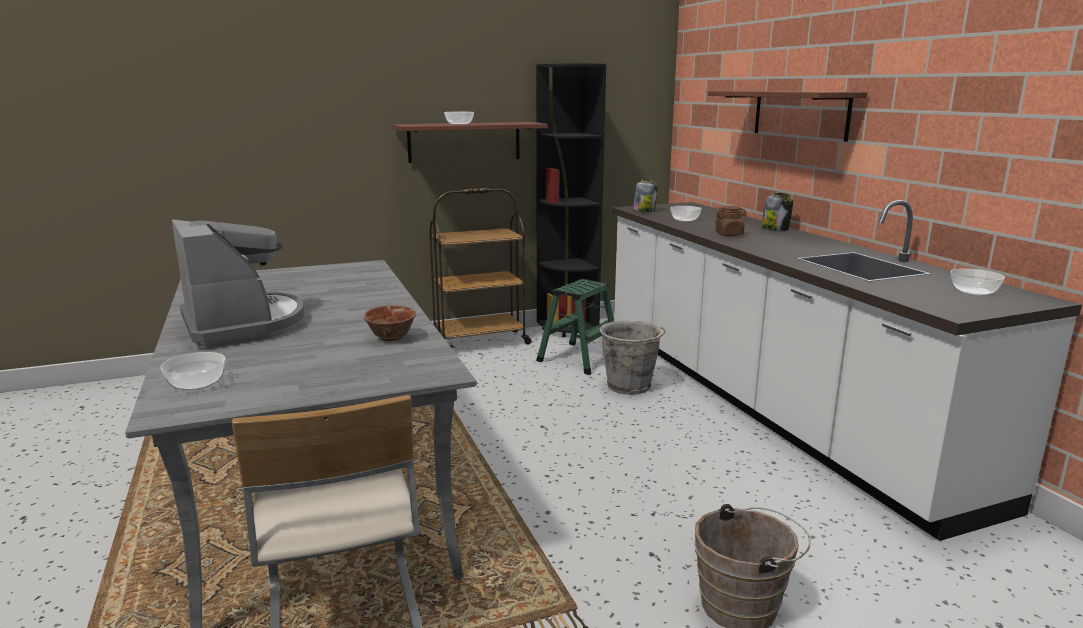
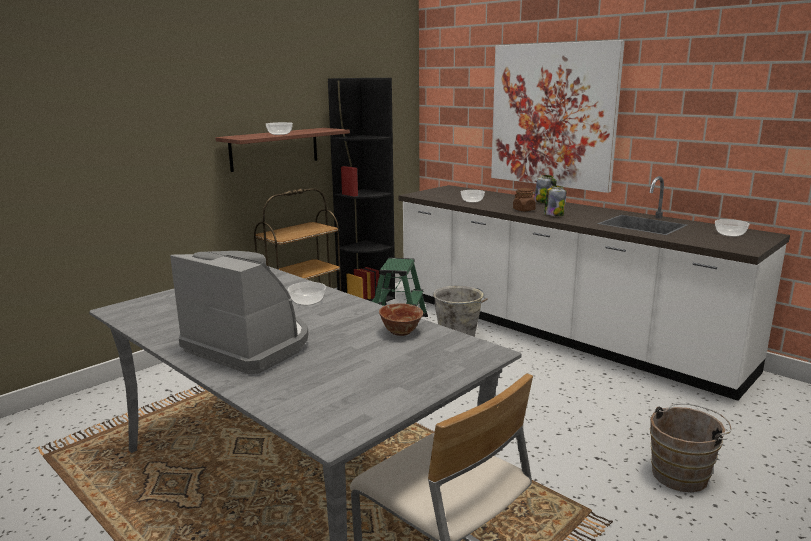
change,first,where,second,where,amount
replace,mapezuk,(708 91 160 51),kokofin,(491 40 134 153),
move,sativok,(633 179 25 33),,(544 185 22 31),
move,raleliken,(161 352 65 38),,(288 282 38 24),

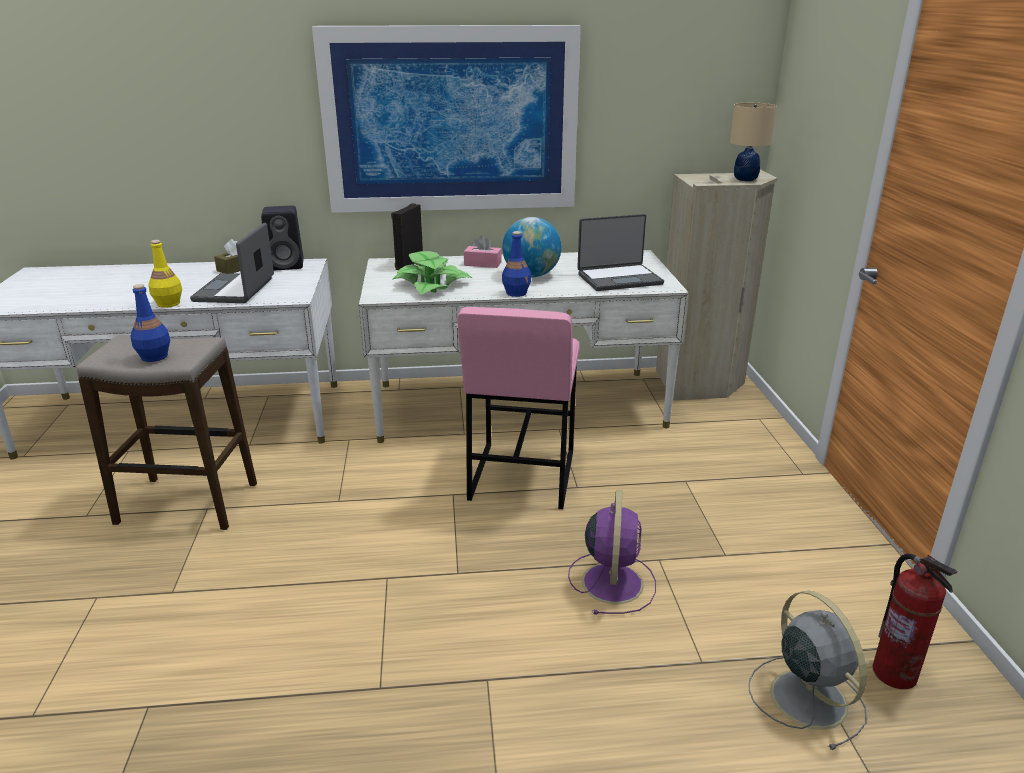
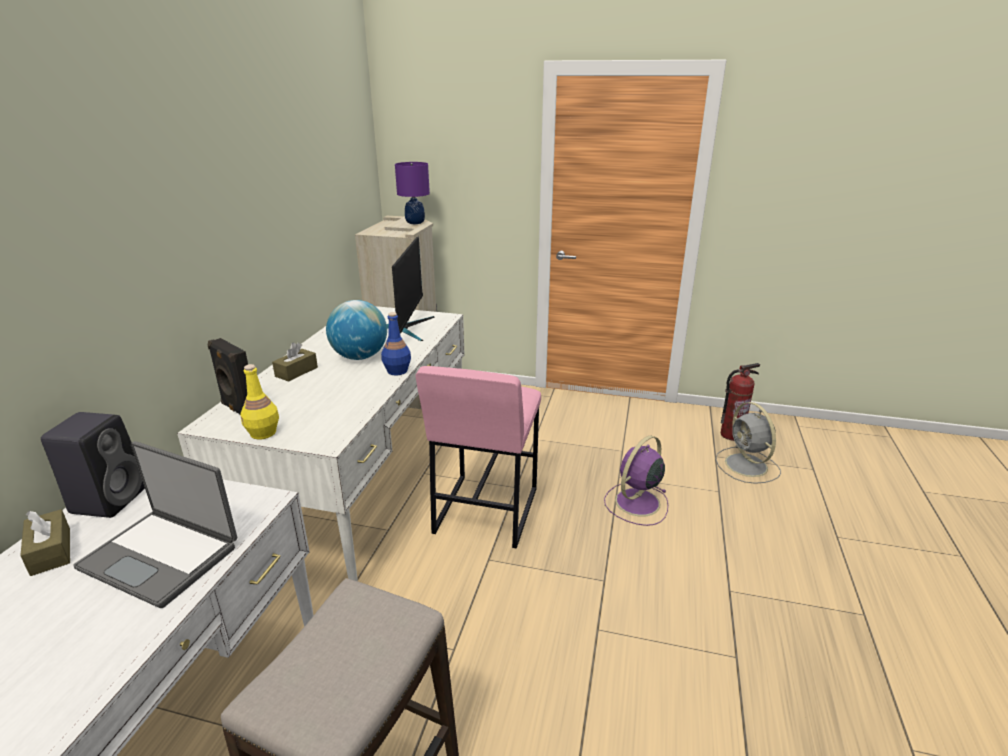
change,first,where,second,where,amount
delete,kokofin,(312 25 269 188),,,
recolor,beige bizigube,(730 103 47 78),purple bizigube,(395 162 35 62),
replace,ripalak,(577 214 87 77),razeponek,(387 237 48 104),
recolor,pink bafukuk,(464 236 38 32),brown bafukuk,(272 343 46 39),
move,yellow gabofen,(148 240 34 68),,(240 364 39 76),
delete,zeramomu,(392 251 80 44),,,
delete,blue gabofen,(130 284 40 78),,,
rotate,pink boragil,(457 307 123 202),,(416 366 125 182),75 degrees clockwise
rotate,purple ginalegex,(568 490 88 125),,(604 436 64 90),75 degrees counterclockwise
rotate,grey ginalegex,(749 591 118 159),,(715 402 66 82),105 degrees counterclockwise

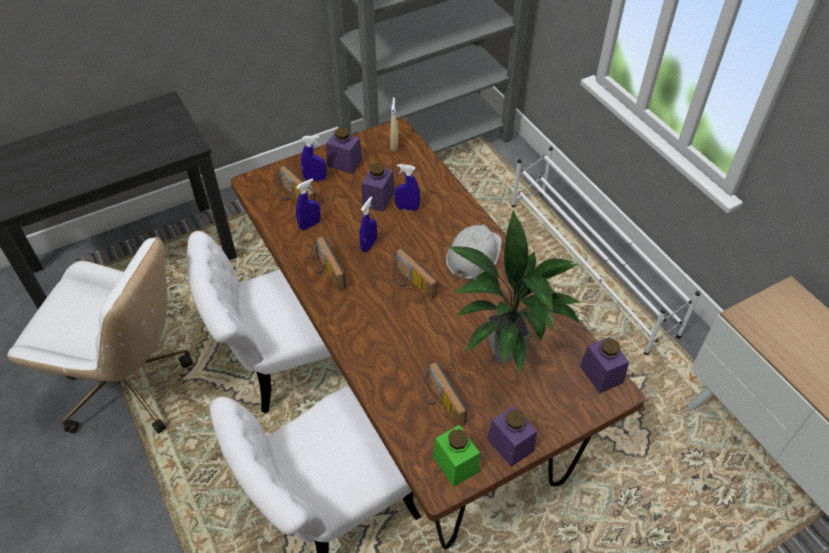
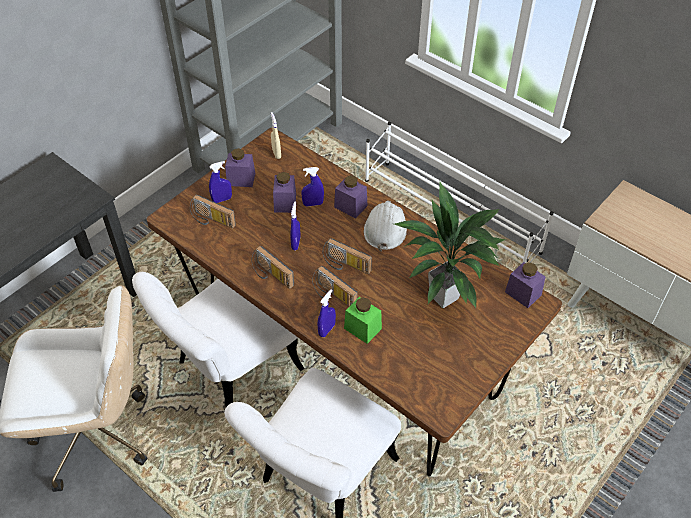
change,first,where,second,where,amount
move,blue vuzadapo,(296 178 25 52),,(318 289 18 48),
move,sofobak,(421 362 46 65),,(312 266 46 40),
move,purple sativok,(487 406 50 61),,(334 176 33 42),
move,green sativok,(433 425 47 62),,(344 297 38 47),

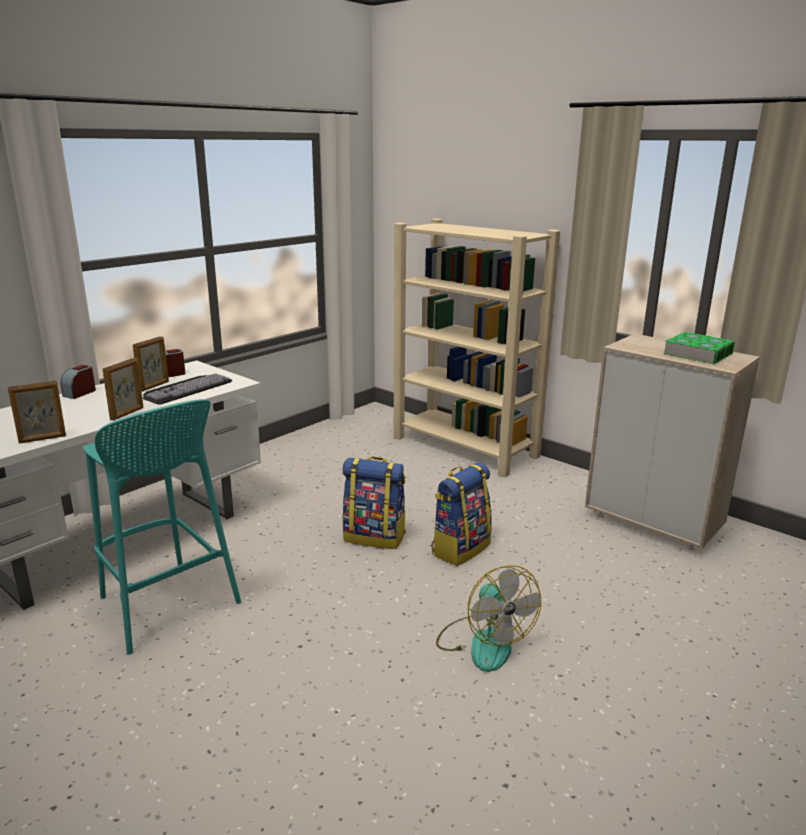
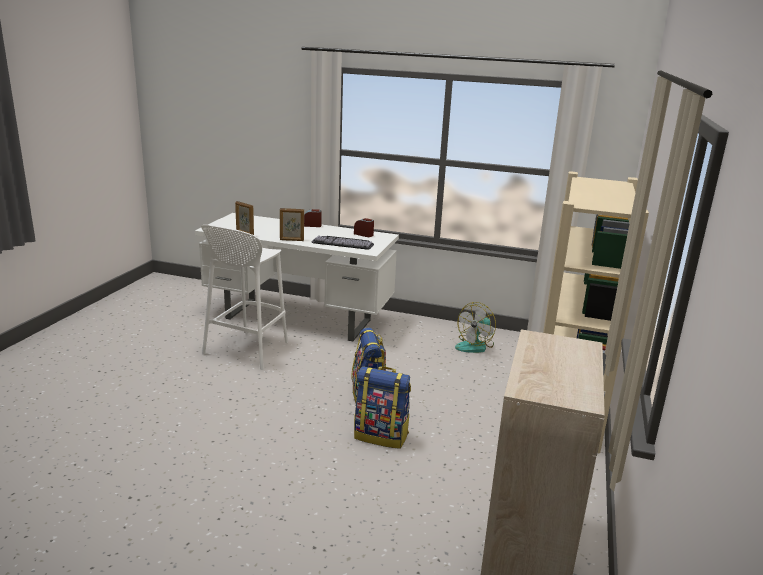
change,first,where,second,where,amount
delete,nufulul,(663 332 72 32),,,
delete,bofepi,(133 336 36 56),,,
recolor,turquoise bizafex,(83 399 158 256),white bizafex,(201 225 87 145),
move,ginalegex,(436 565 105 107),,(455 302 41 51),

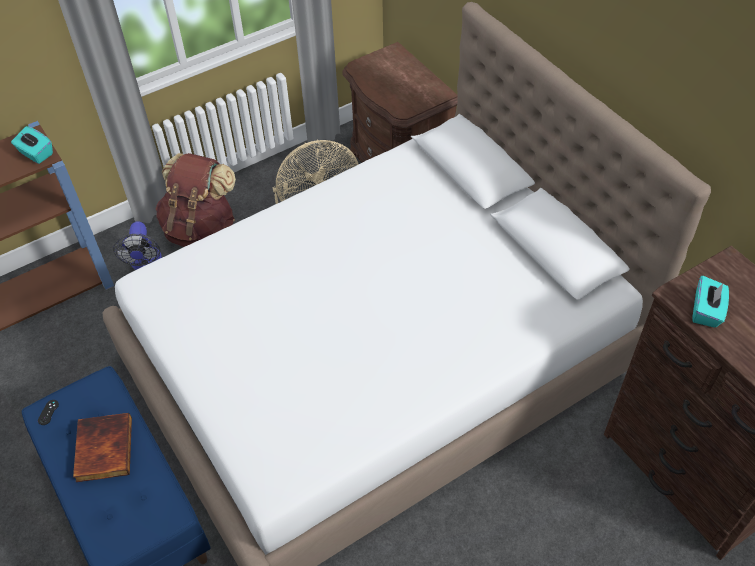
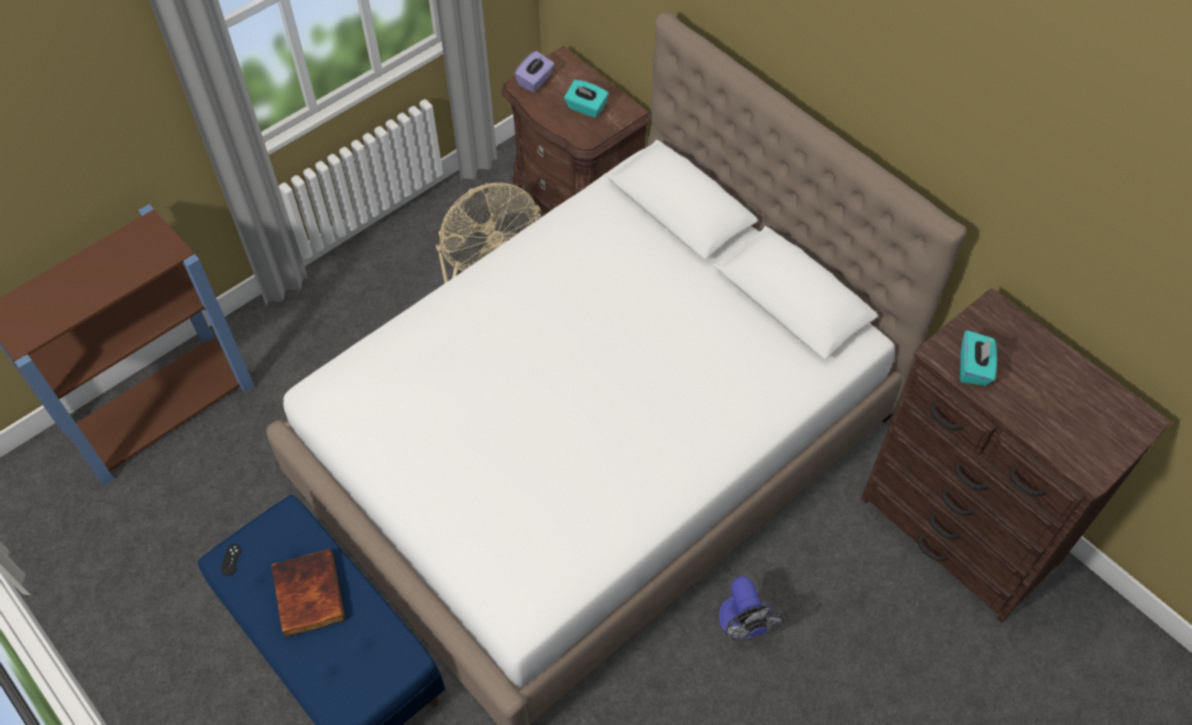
change,first,where,second,where,amount
move,turquoise bafukuk,(11 126 42 38),,(564 80 45 38),
delete,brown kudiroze,(156 153 80 94),,,
move,ginalegex,(113 221 49 49),,(719 576 67 65),
insert,,,purple bafukuk,(514 51 40 42),

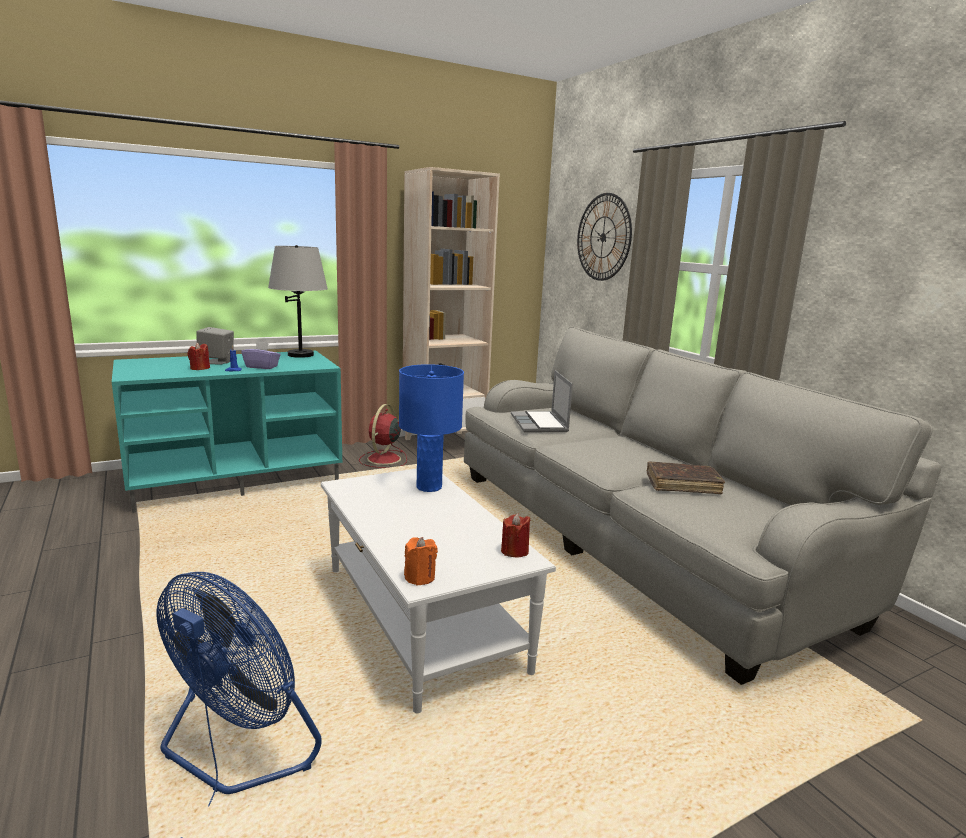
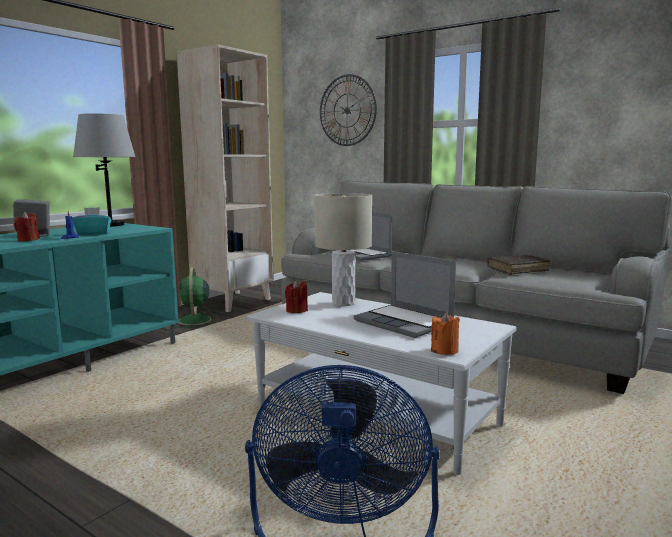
change,first,where,second,where,amount
recolor,purple bafukuk,(241 341 39 28),turquoise bafukuk,(72 207 39 28),
recolor,blue bizigube,(399 364 65 128),beige bizigube,(315 193 57 113),
recolor,red ginalegex,(359 404 48 64),green ginalegex,(175 267 44 61),
move,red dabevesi,(501 514 29 43),,(285 280 23 34),
insert,,,ripalak,(354 251 102 87),

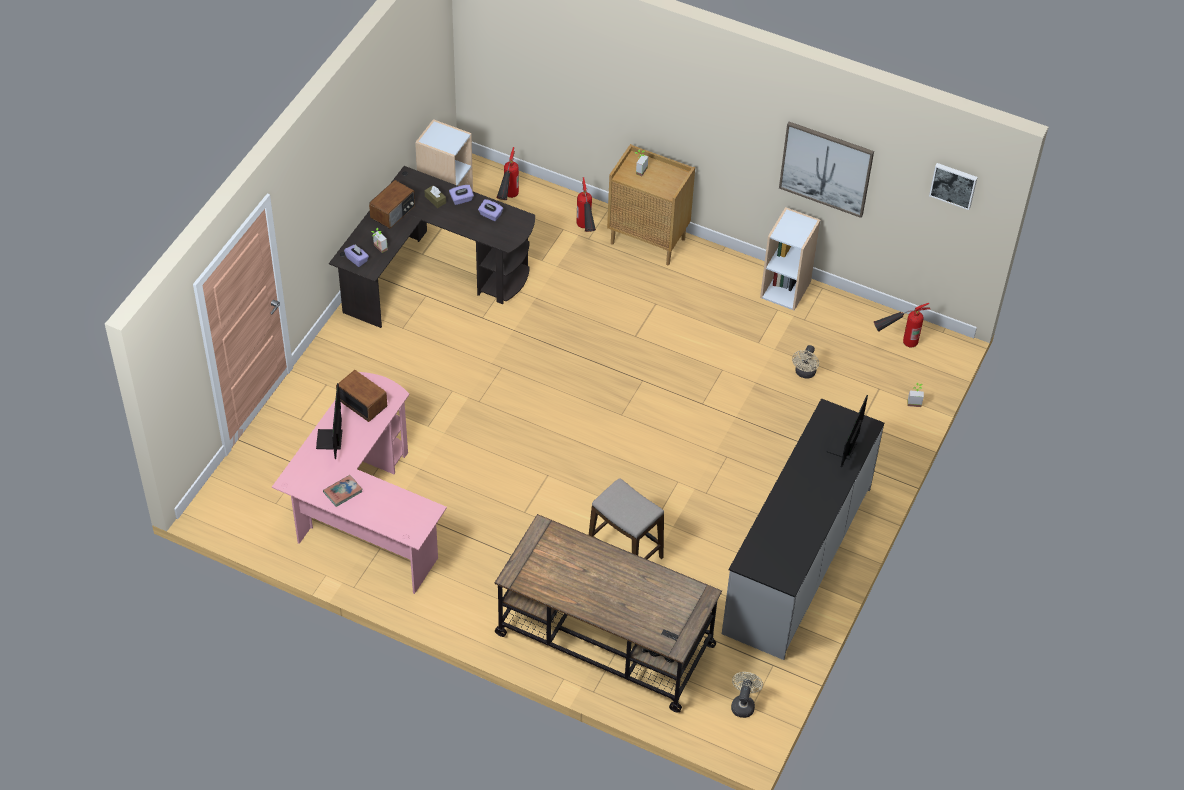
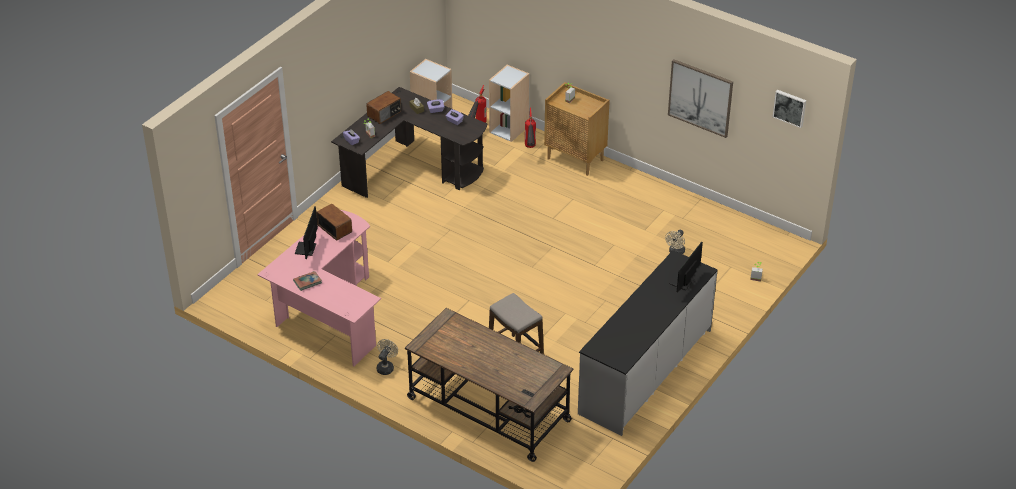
change,first,where,second,where,amount
move,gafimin,(760 207 61 104),,(489 65 41 77),
delete,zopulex,(874 303 56 44),,,
move,beige ginalegex,(731 672 32 46),,(377 339 21 36),

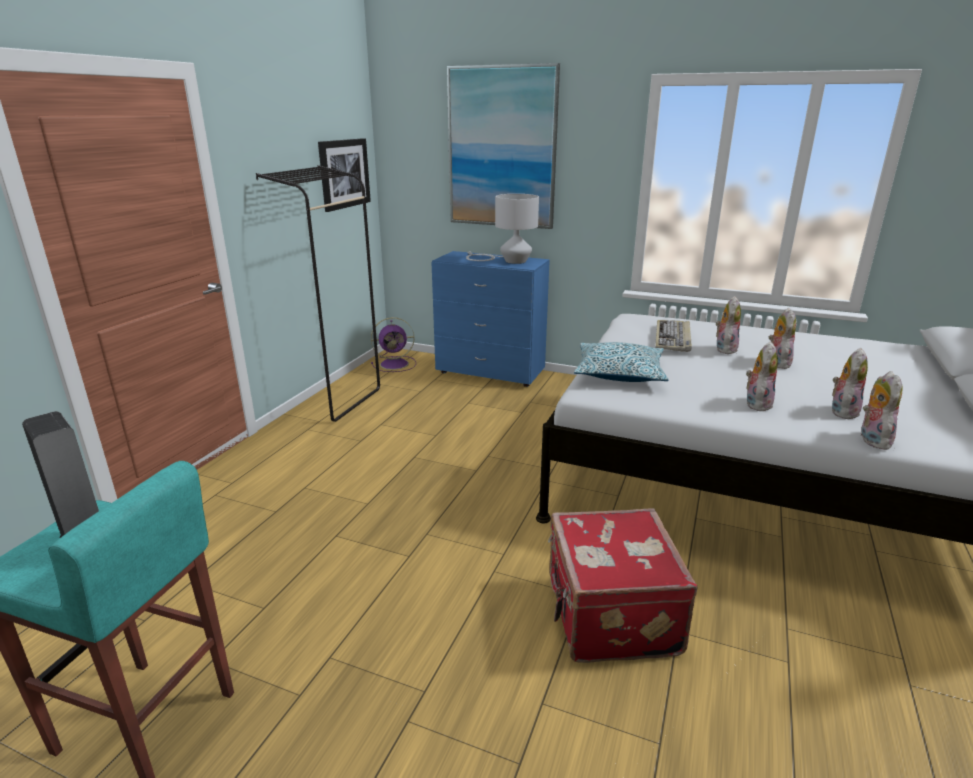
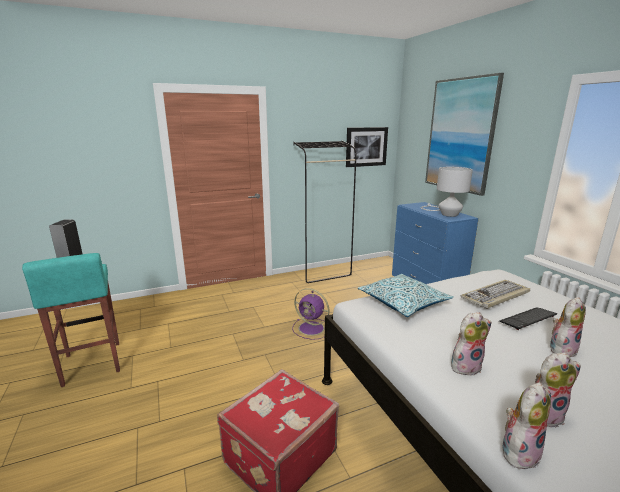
change,first,where,second,where,amount
replace,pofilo,(716 296 25 58),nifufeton,(499 307 58 23),
move,purple ginalegex,(371 317 45 55),,(292 288 37 52),

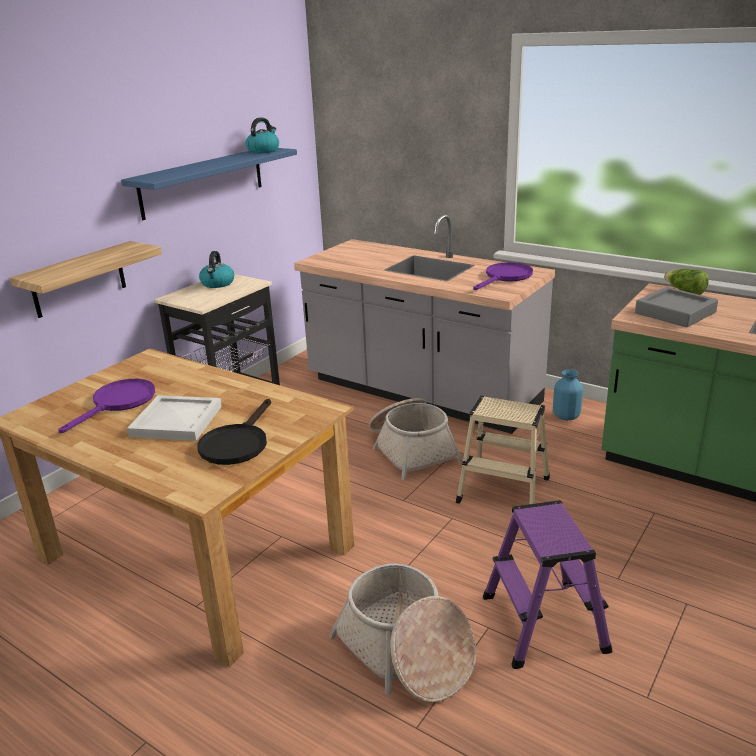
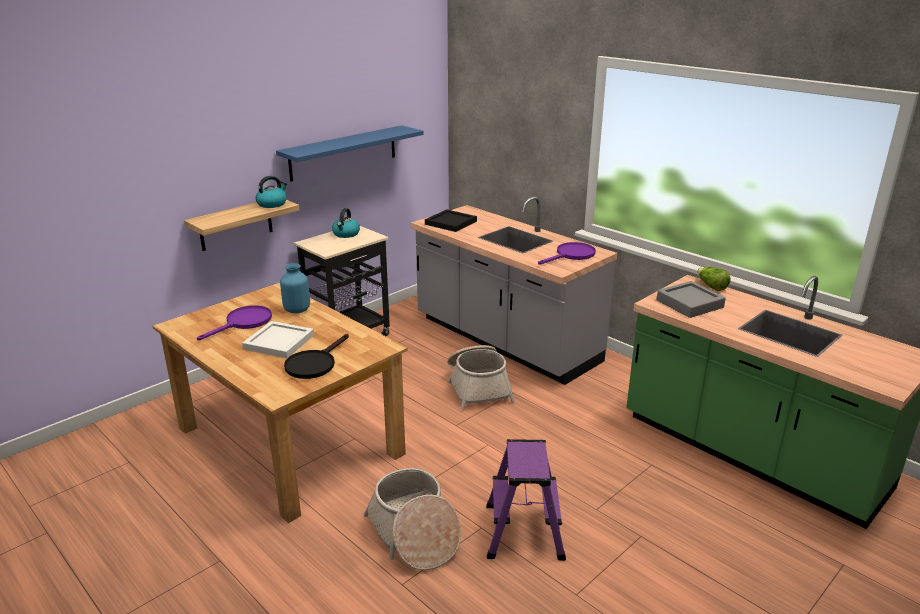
change,first,where,second,where,amount
move,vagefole,(245 117 34 36),,(255 176 32 32),
move,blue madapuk,(553 369 30 51),,(280 263 30 50),
delete,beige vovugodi,(456 396 94 108),,,
insert,,,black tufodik,(425 209 52 23),

